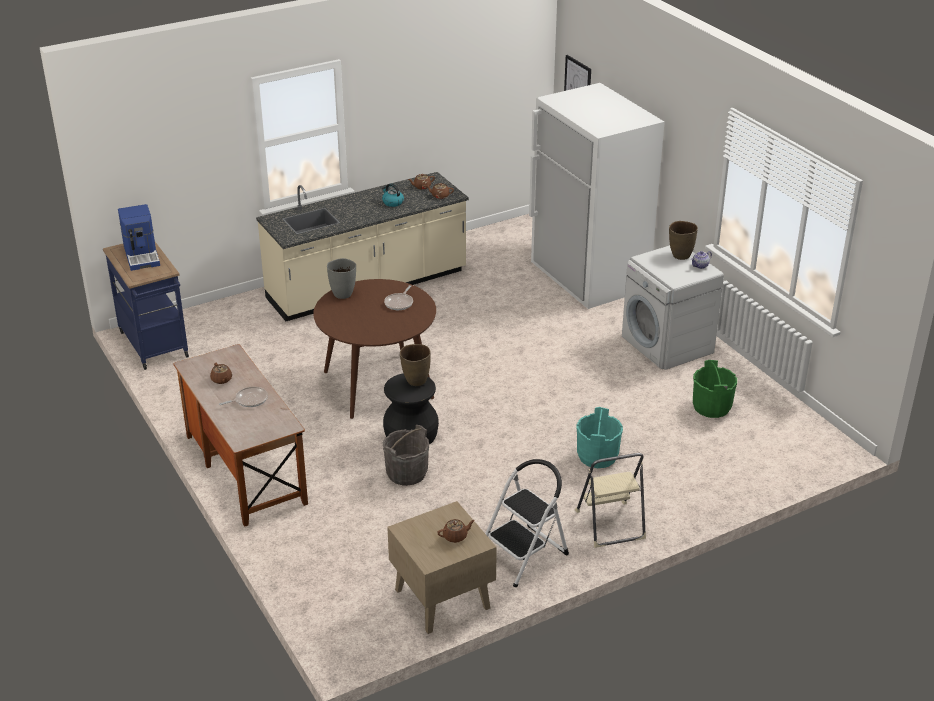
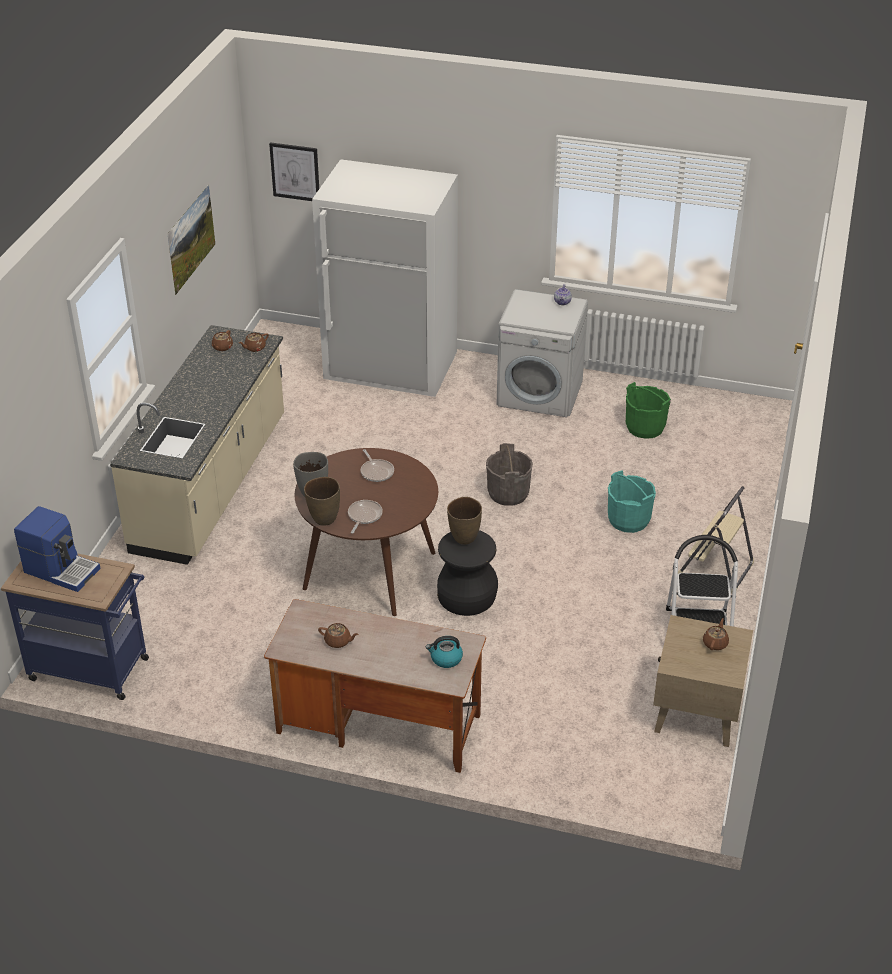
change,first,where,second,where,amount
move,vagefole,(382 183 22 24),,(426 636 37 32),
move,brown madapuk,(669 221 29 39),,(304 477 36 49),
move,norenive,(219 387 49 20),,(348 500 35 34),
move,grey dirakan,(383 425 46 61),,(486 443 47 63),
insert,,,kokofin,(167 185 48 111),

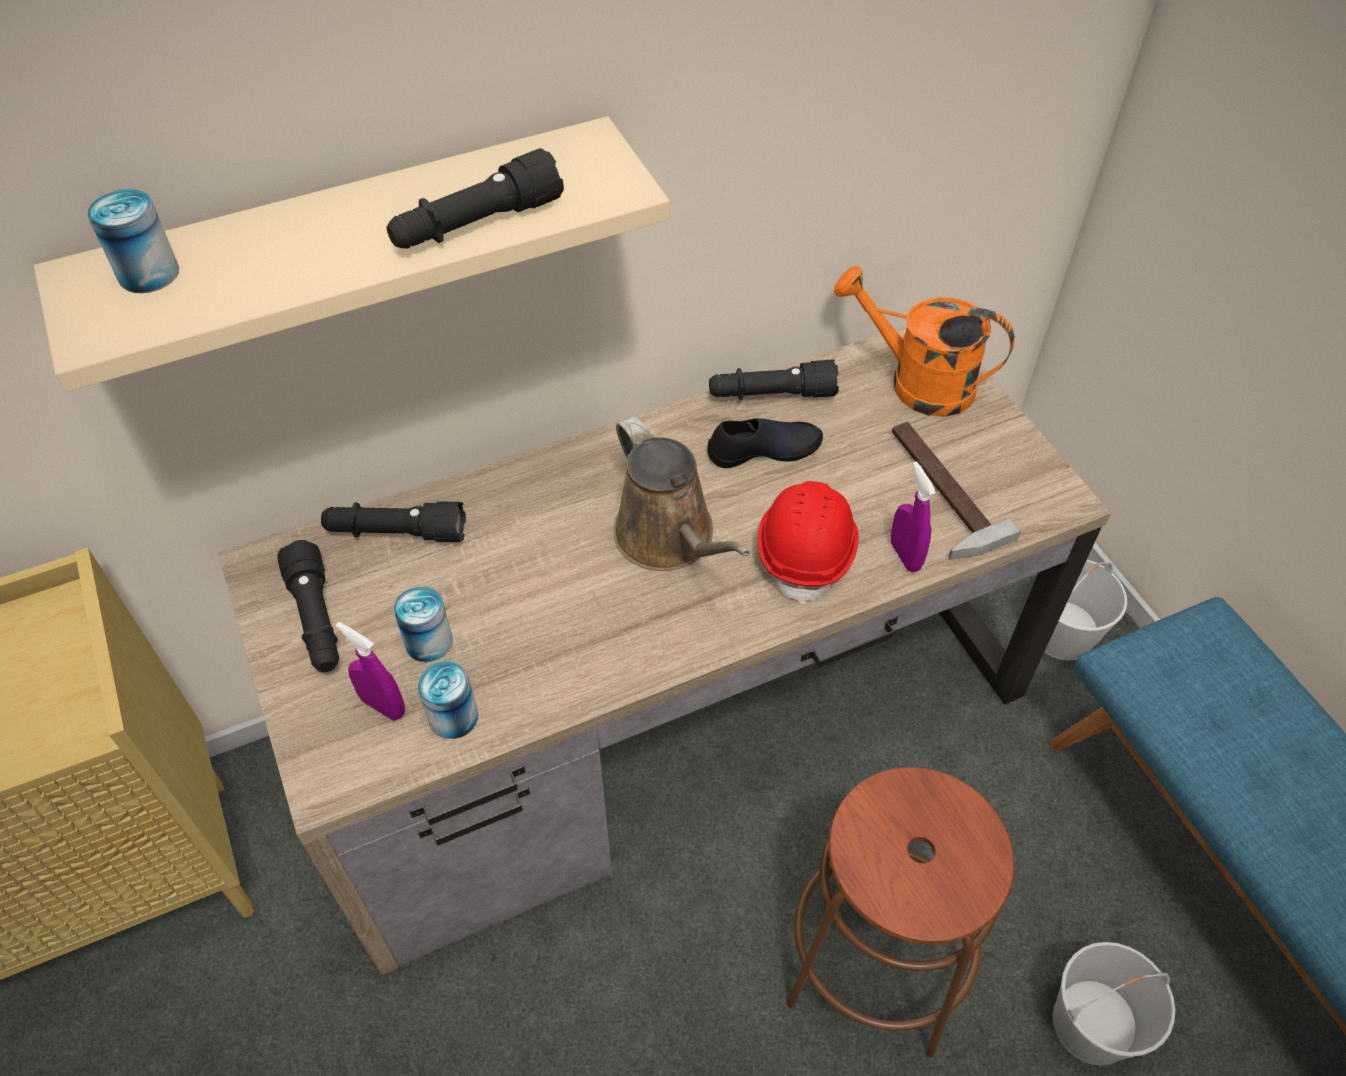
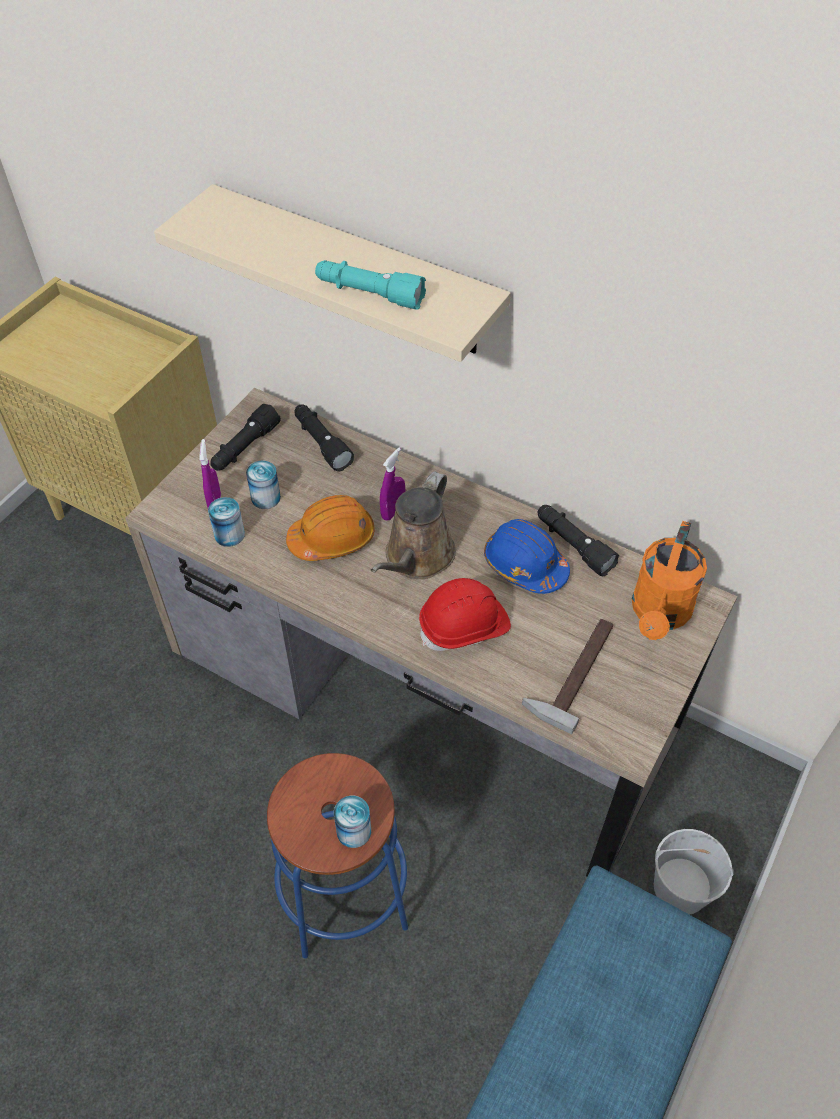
change,first,where,second,where,amount
recolor,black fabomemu,(387 148 177 101),turquoise fabomemu,(315 260 111 50),
move,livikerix,(87 189 92 104),,(334 796 37 52),
rotate,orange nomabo,(834 266 181 151),,(632 521 75 119),150 degrees counterclockwise
replace,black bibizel,(707 418 116 50),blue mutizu,(484 519 86 75),
move,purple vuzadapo,(891 461 45 111),,(380 448 25 73),
recolor,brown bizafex,(786 767 228 291),blue bizafex,(267 753 141 206),
delete,white dirakan,(1053 942 122 124),,,
insert,,,orange mutizu,(286 495 89 66),

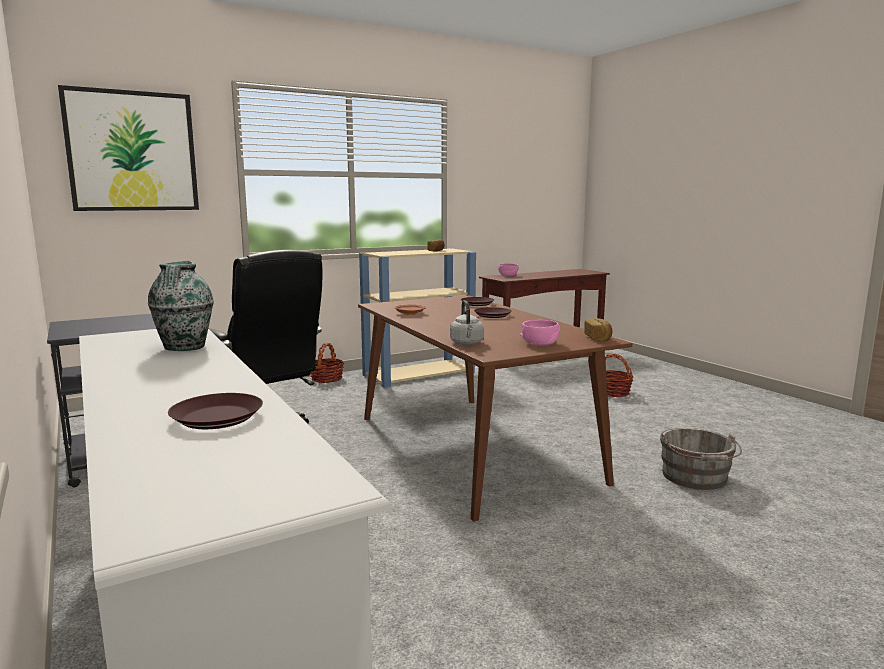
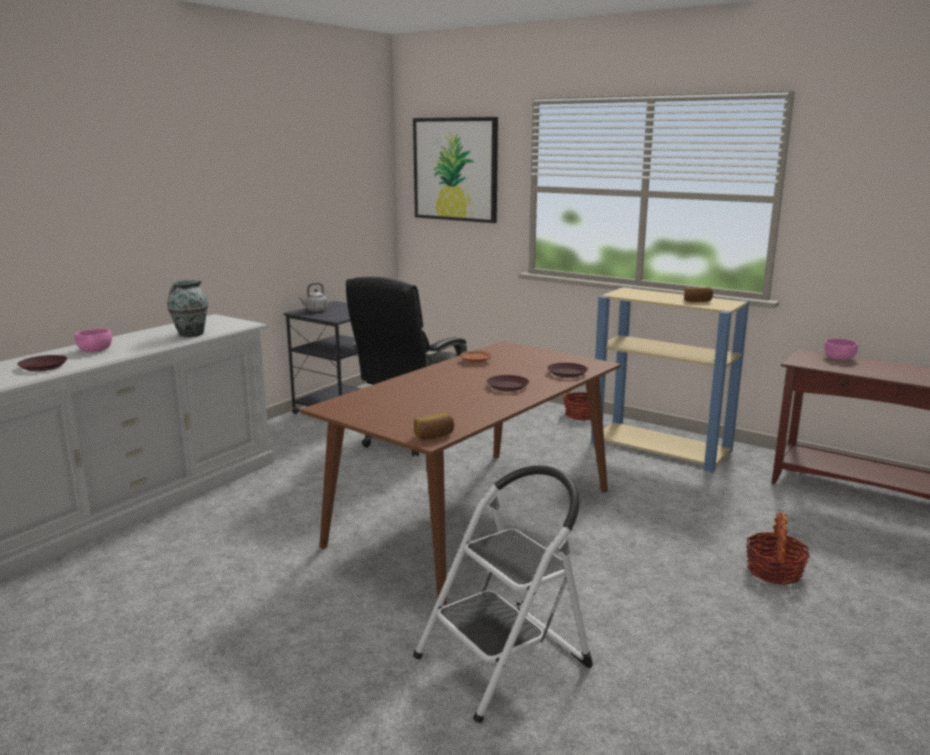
change,first,where,second,where,amount
move,grey vagefole,(450 300 34 45),,(299 283 29 29),
move,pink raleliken,(520 320 40 26),,(75 329 37 23),
replace,grey dirakan,(660 428 82 62),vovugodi,(413 465 180 258),

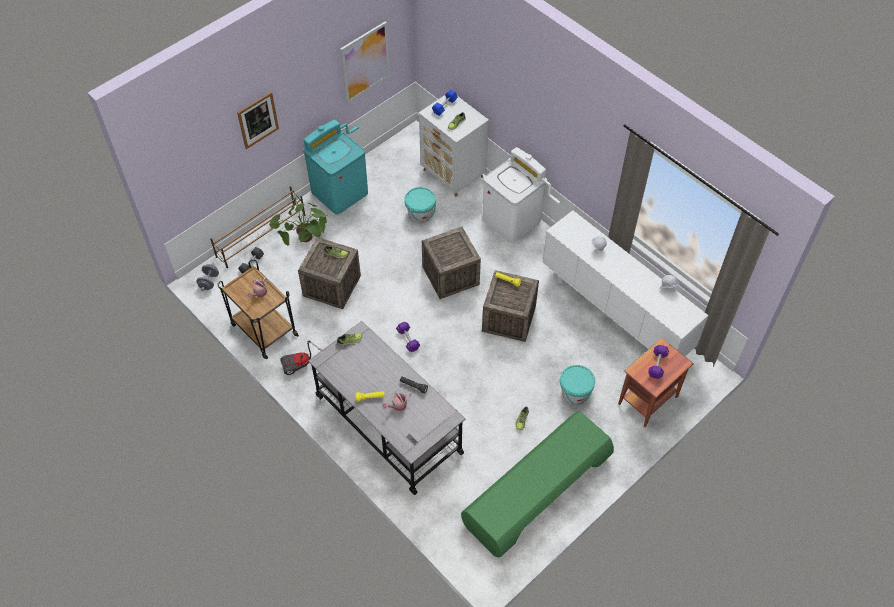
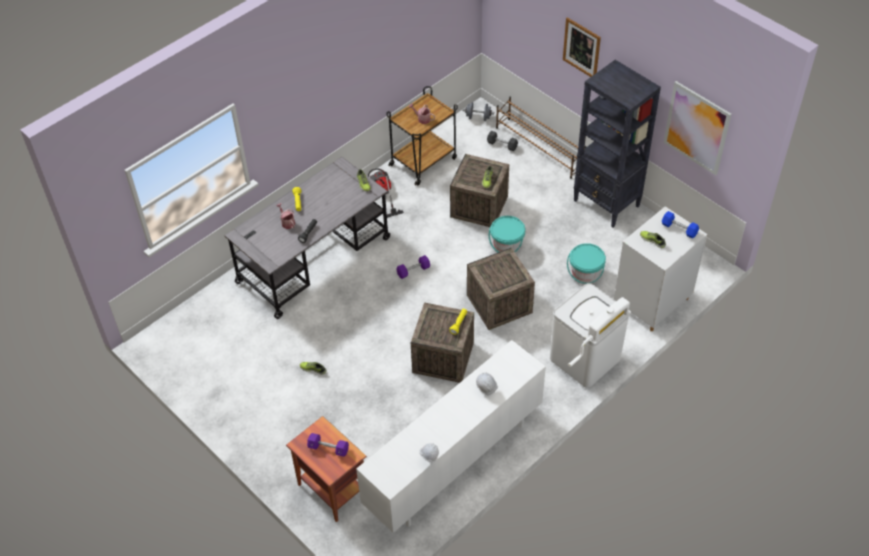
change,first,where,second,where,amount
replace,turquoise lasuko,(303 120 65 94),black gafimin,(573 60 88 168),
delete,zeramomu,(269 198 58 48),,,
move,turquoise dirakan,(560 365 35 40),,(489 216 36 38),
delete,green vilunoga,(461 411 153 146),,,

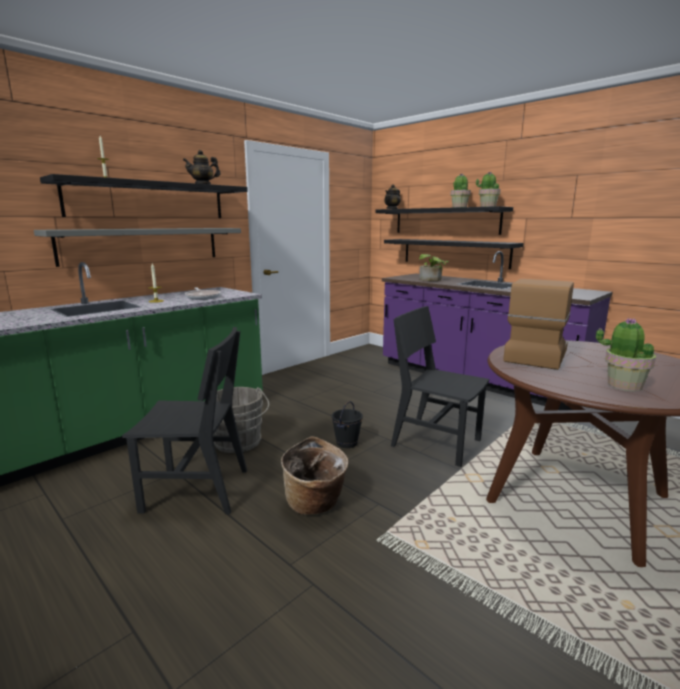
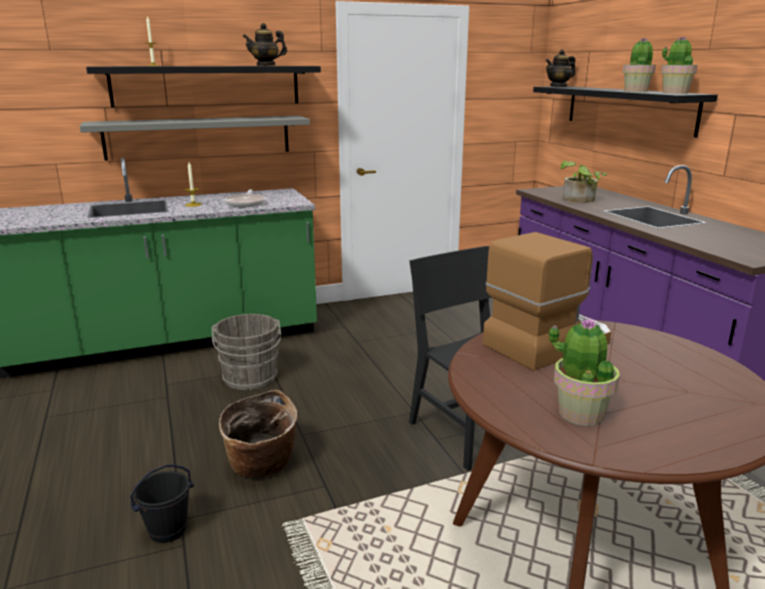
change,first,where,second,where,amount
delete,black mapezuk,(384 239 139 30),,,
delete,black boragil,(122 327 125 187),,,
move,black dirakan,(332 401 31 47),,(130 464 64 79),

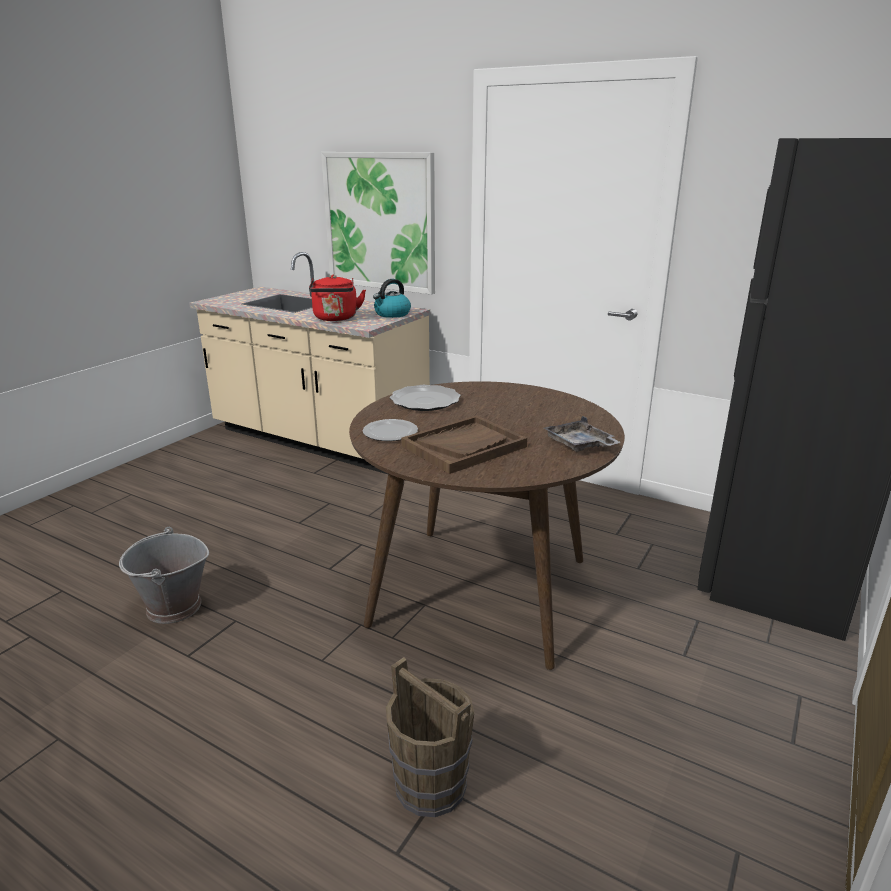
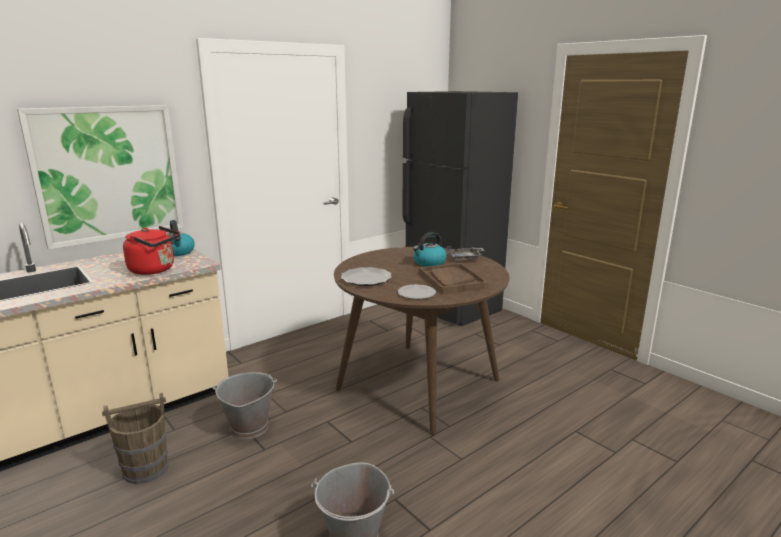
change,first,where,second,where,amount
move,brown dirakan,(386 657 88 160),,(102 393 67 91),
insert,,,vagefole,(413 232 34 35),
insert,,,grey dirakan,(212 372 65 67),

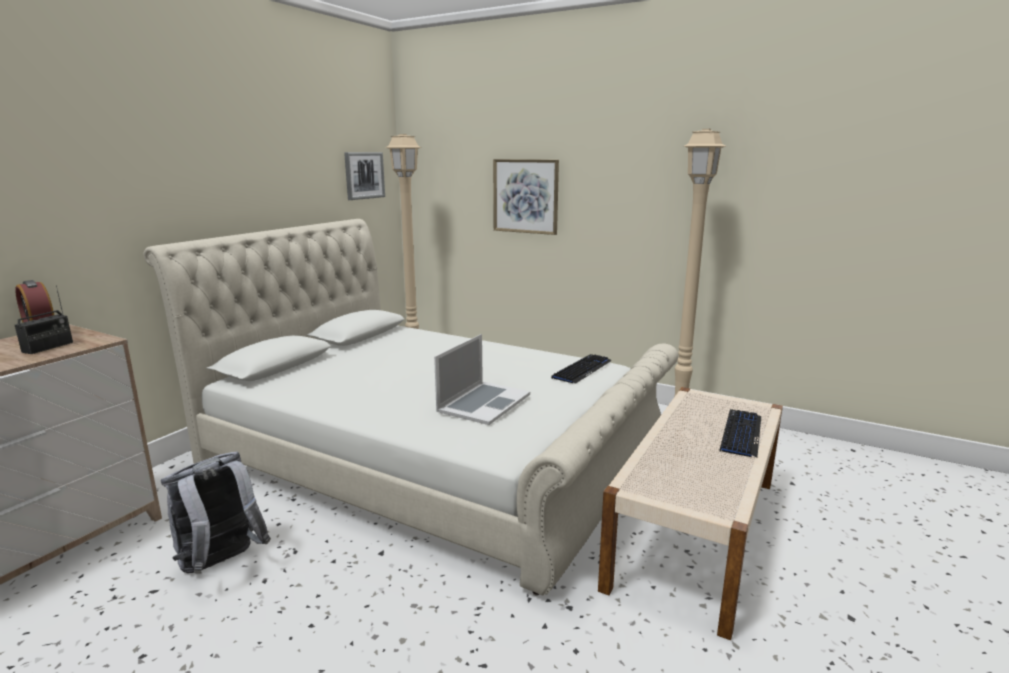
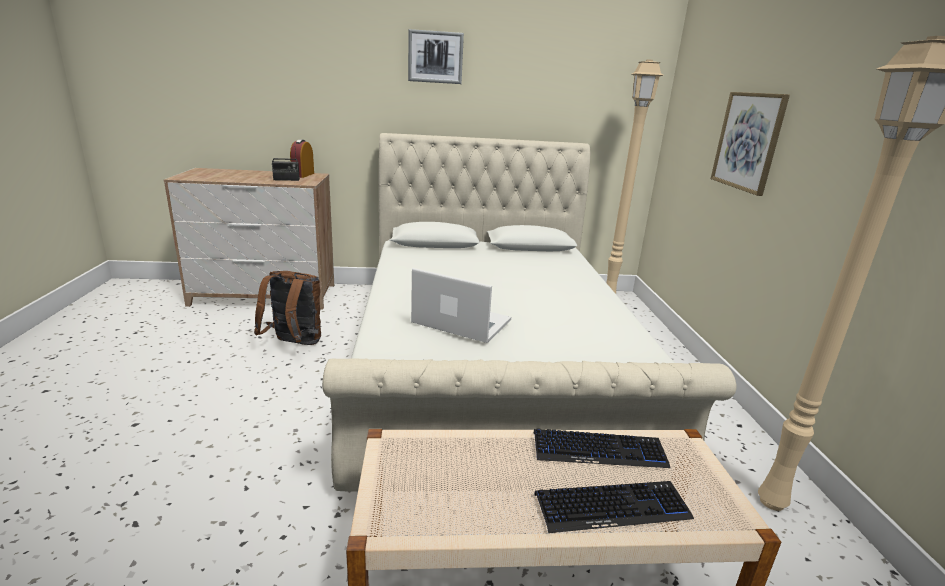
change,first,where,second,where,amount
move,kokofin,(344 152 41 48),,(408 29 56 55),
rotate,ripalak,(434 334 96 91),,(411 268 100 75),150 degrees counterclockwise
move,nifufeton,(551 354 61 30),,(534 428 136 40),
recolor,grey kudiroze,(161 451 110 123),brown kudiroze,(254 271 67 74),

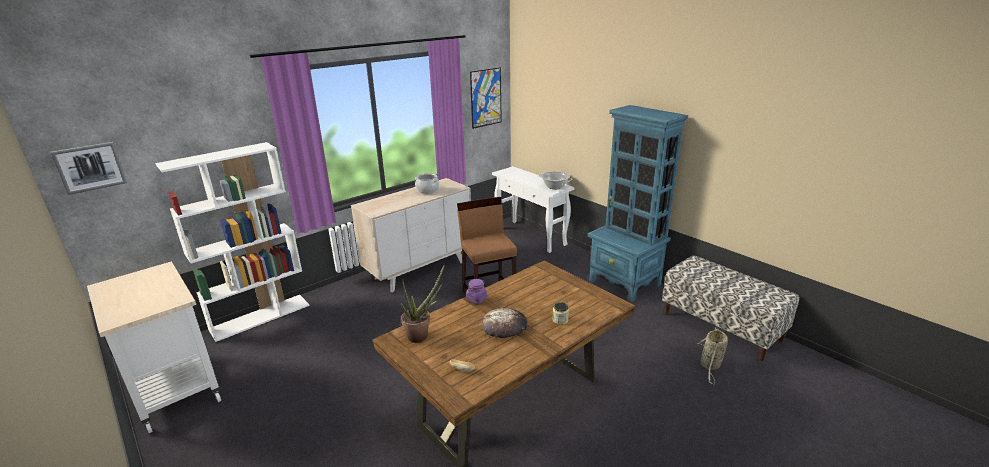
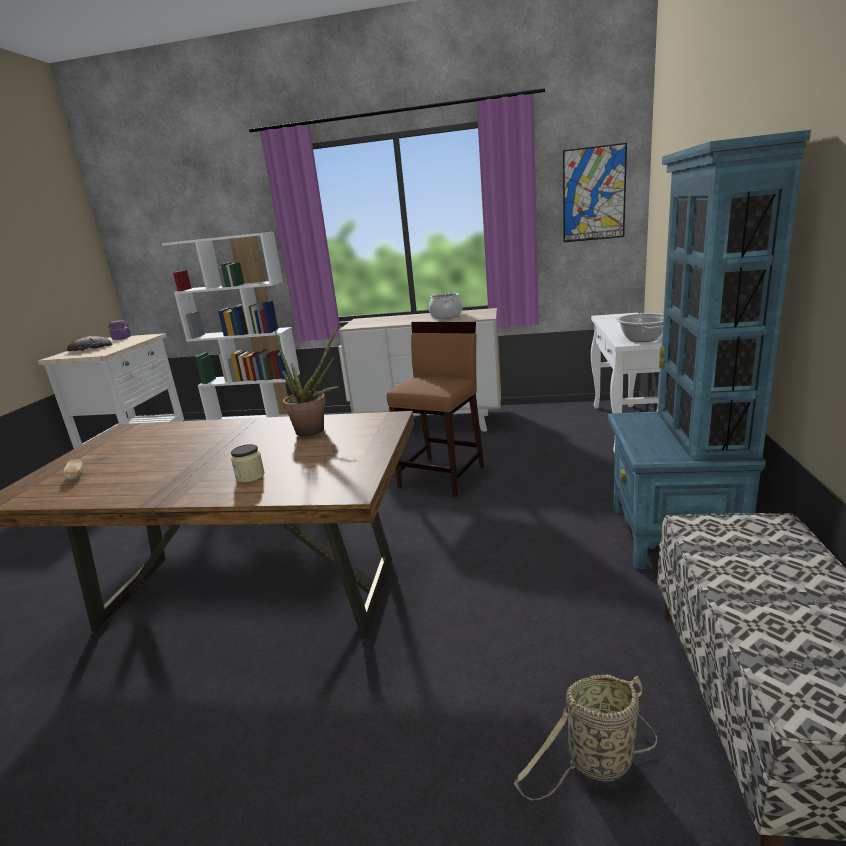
change,first,where,second,where,amount
delete,kokofin,(51 142 76 53),,,
move,zeramomu,(401 264 44 79),,(275 325 63 112),
move,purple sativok,(466 279 21 25),,(108 320 23 20),
move,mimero,(482 308 45 30),,(67 336 46 16),

